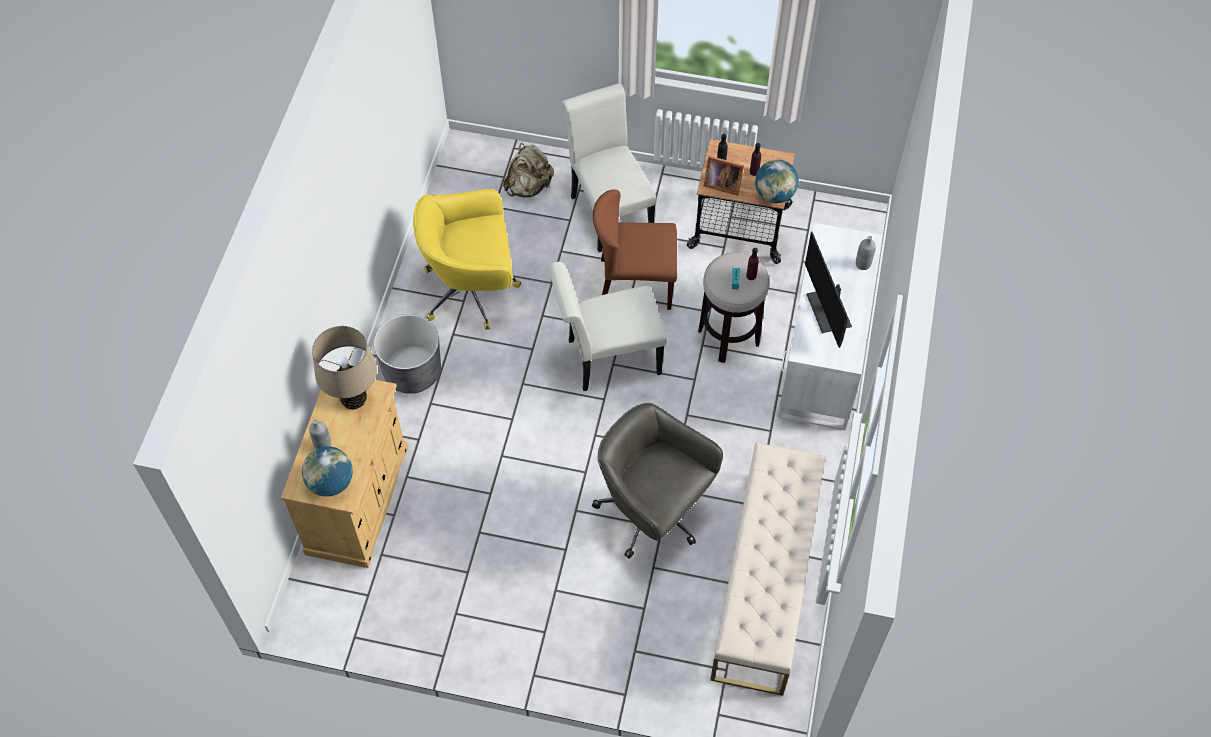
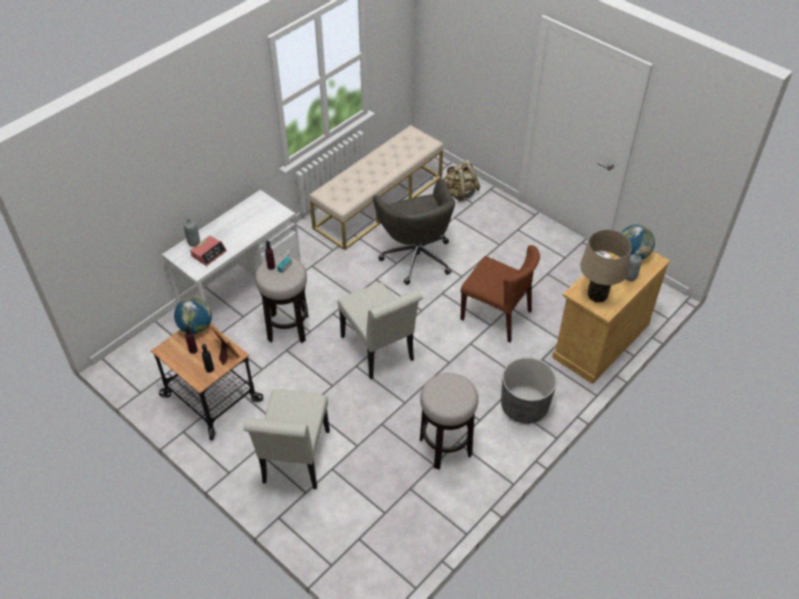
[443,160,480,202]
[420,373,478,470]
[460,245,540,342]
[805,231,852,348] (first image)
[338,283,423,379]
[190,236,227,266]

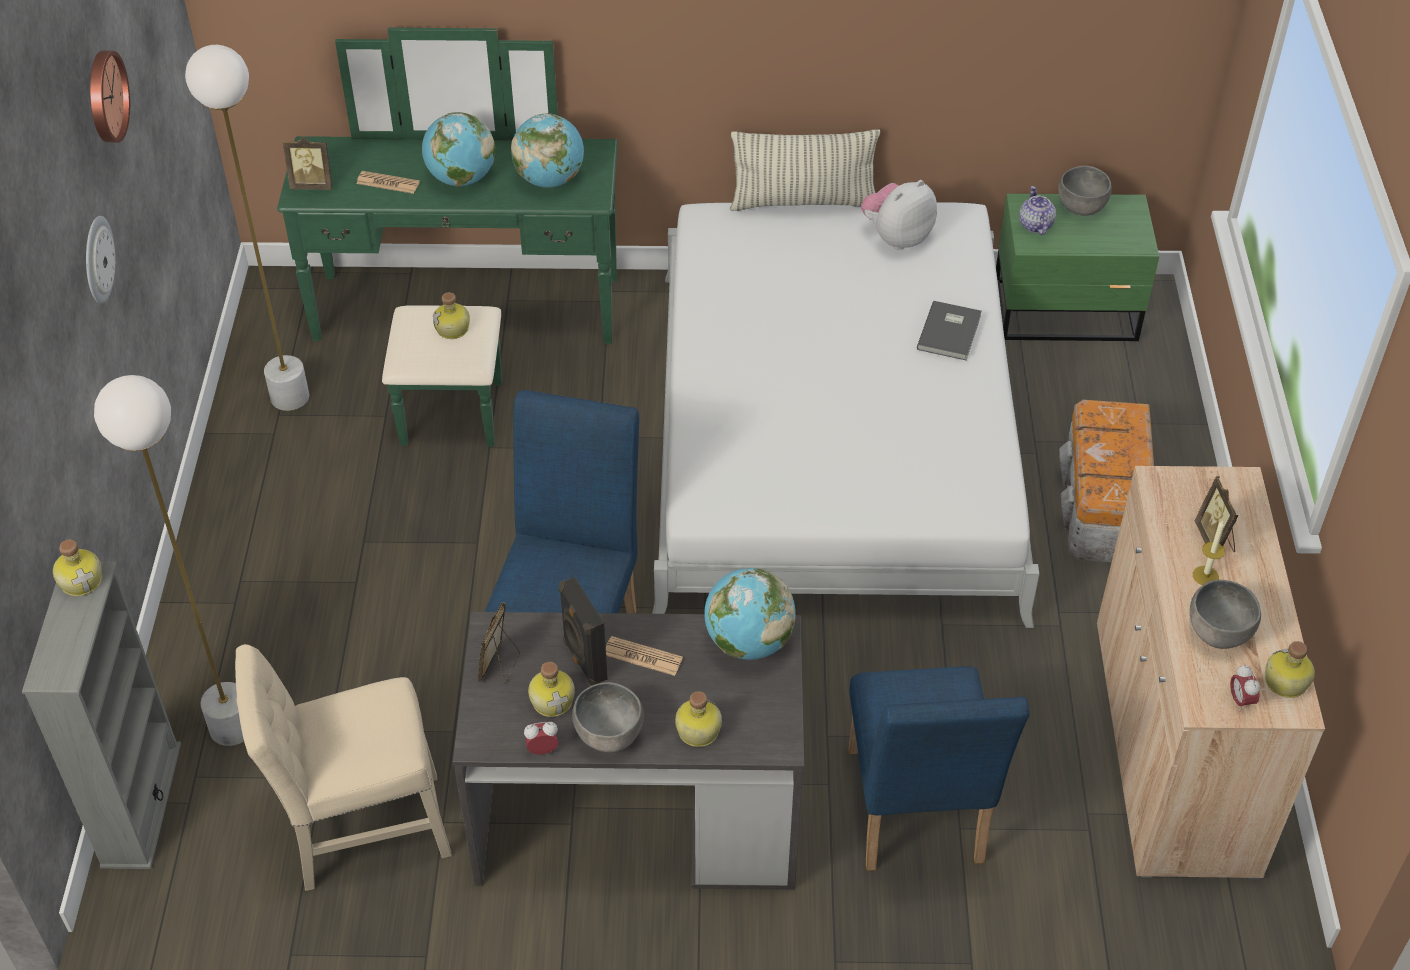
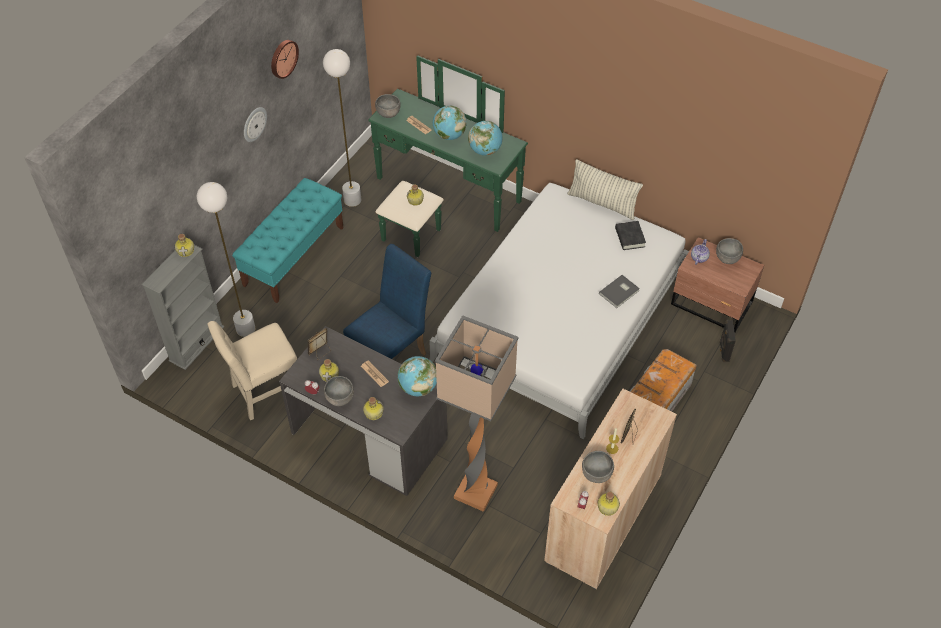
[375,94,401,118]
[615,221,646,250]
[671,237,764,332]
[720,320,736,362]
[208,321,297,420]
[435,315,519,512]
[232,178,344,303]

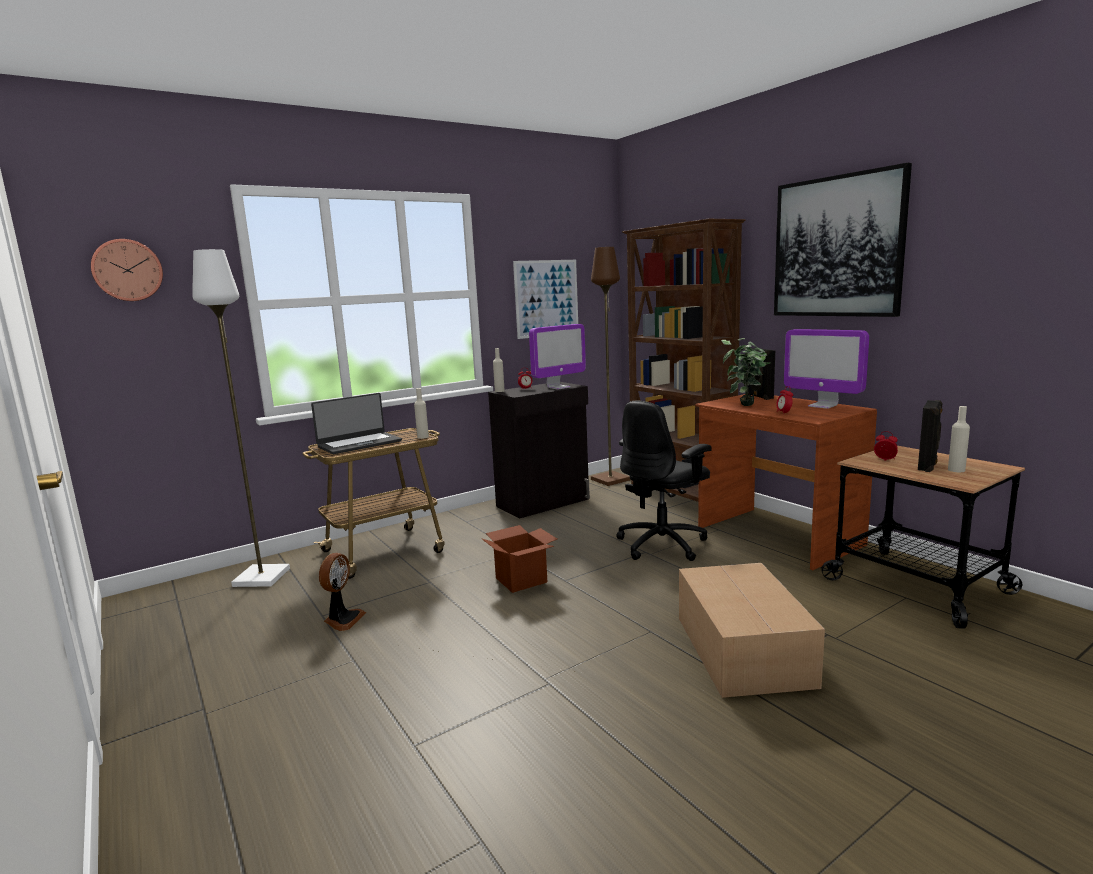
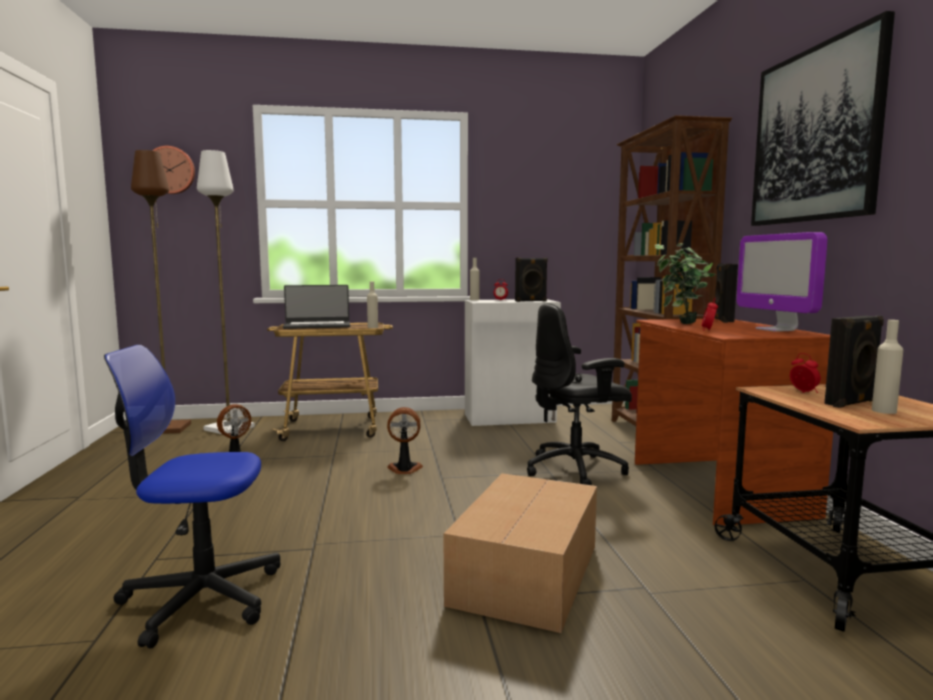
[131,150,191,434]
[513,260,578,339] (first image)
[515,257,548,302]
[465,299,561,426]
[387,407,423,474]
[104,345,280,648]

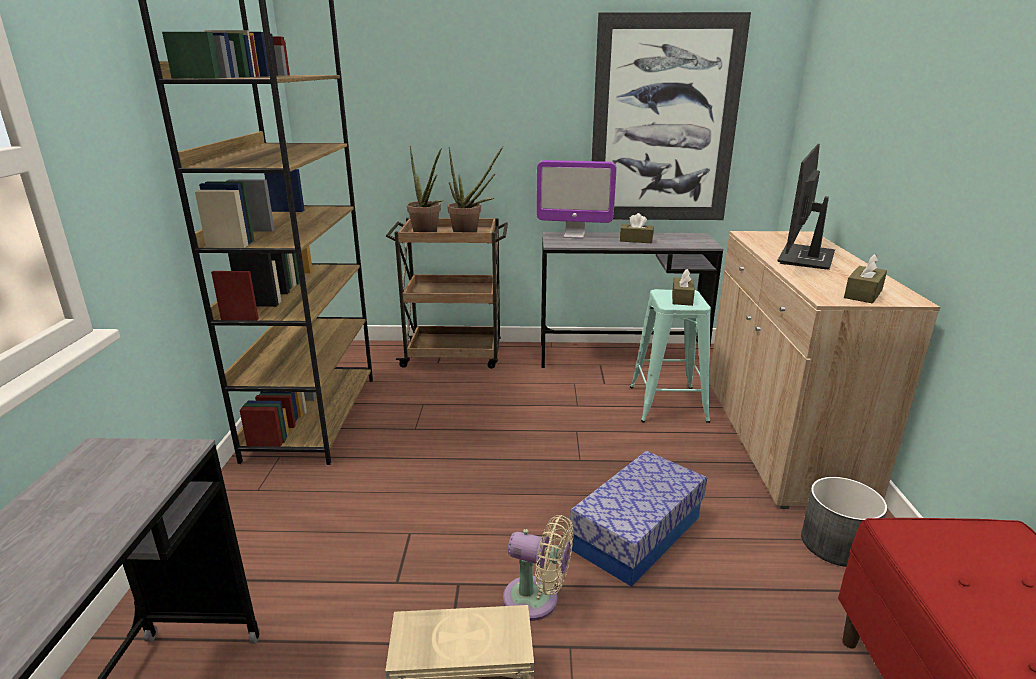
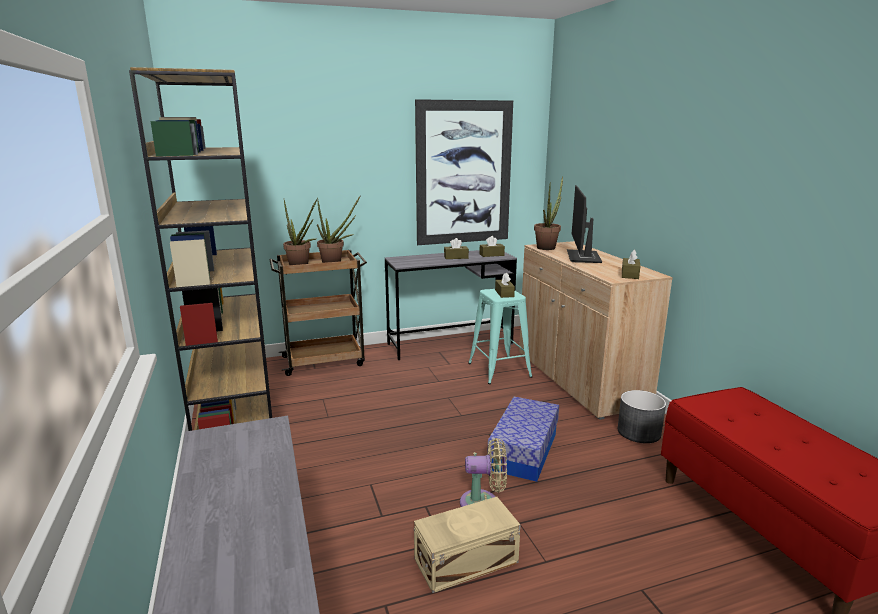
[536,160,616,239] (first image)
[534,176,563,250]
[479,236,505,257]

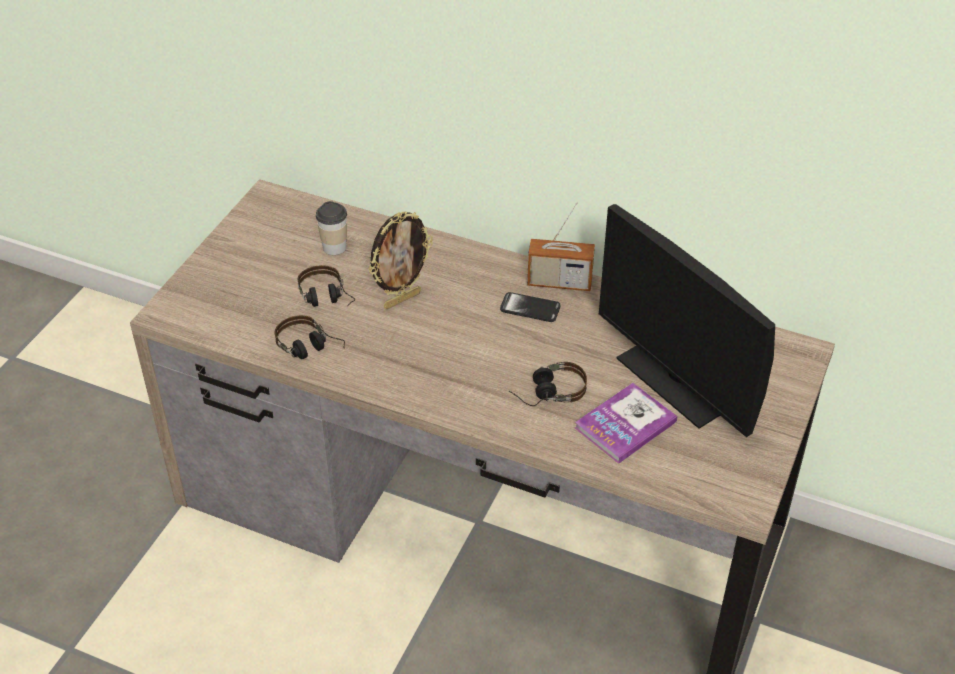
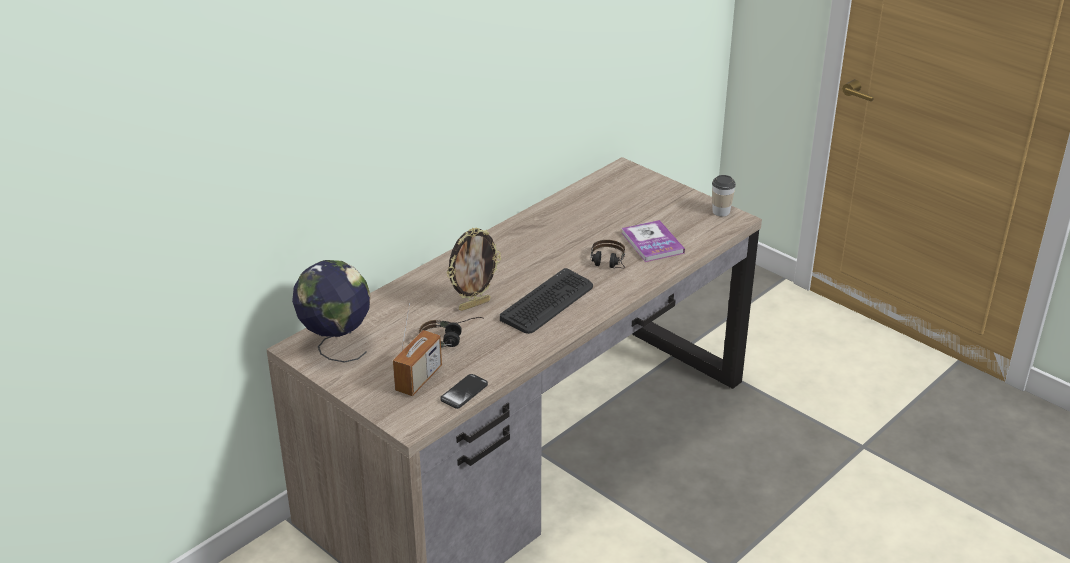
[712,175,736,217]
[393,303,442,396]
[599,204,775,437] (first image)
[447,228,501,311]
[440,374,488,409]
[275,315,345,359] (first image)
[292,260,371,363]
[500,268,593,334]

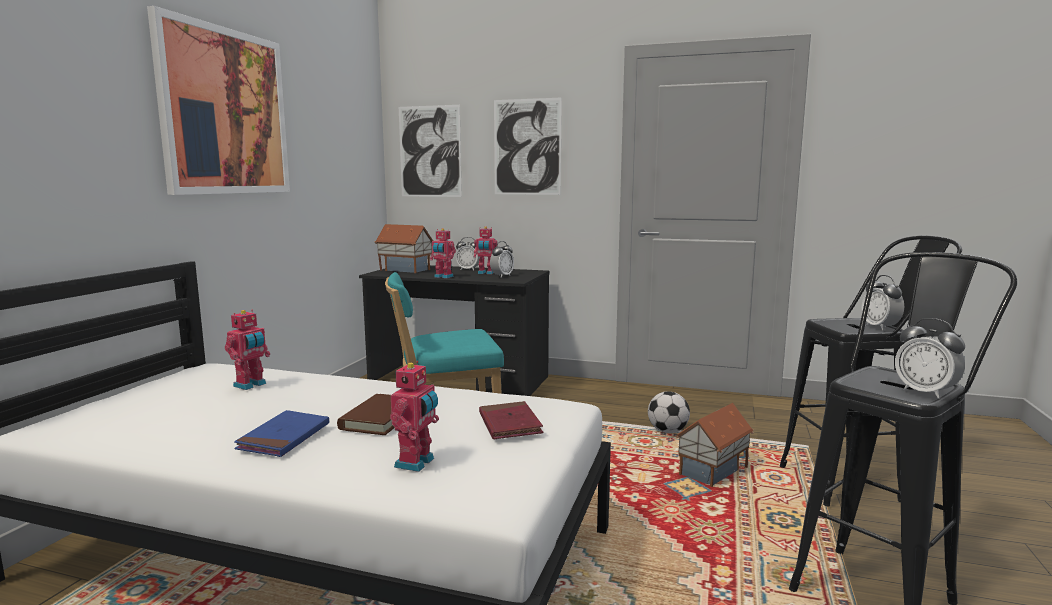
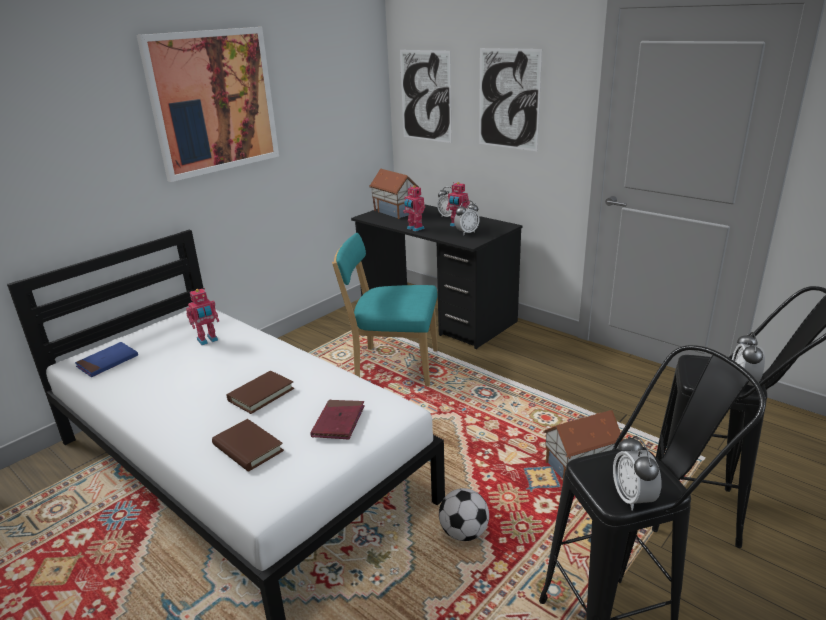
[212,419,284,472]
[439,488,489,541]
[75,342,138,377]

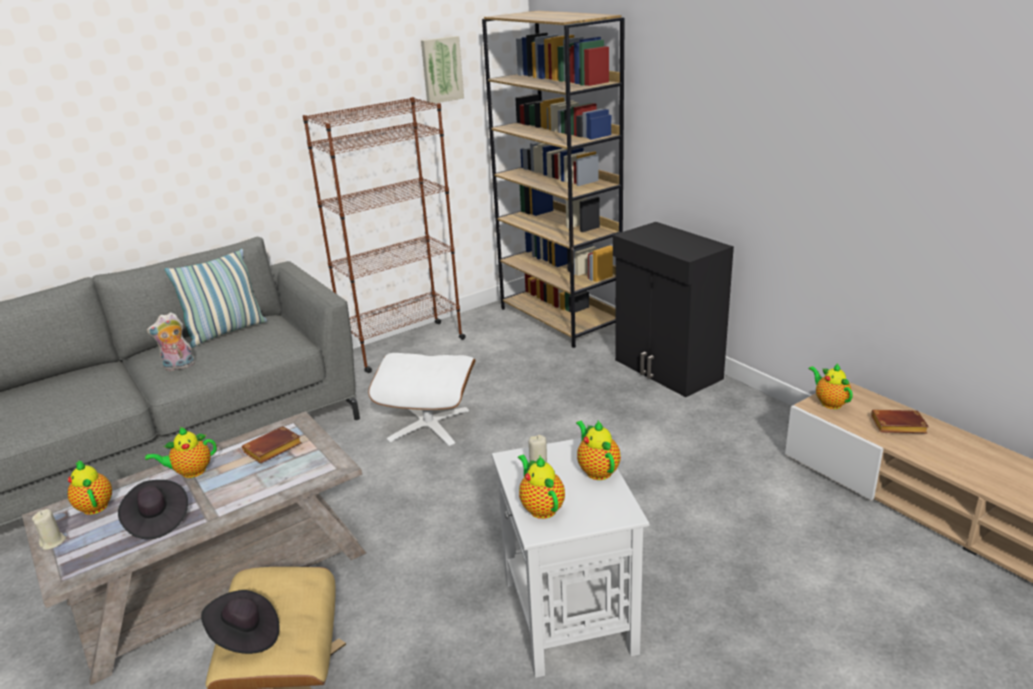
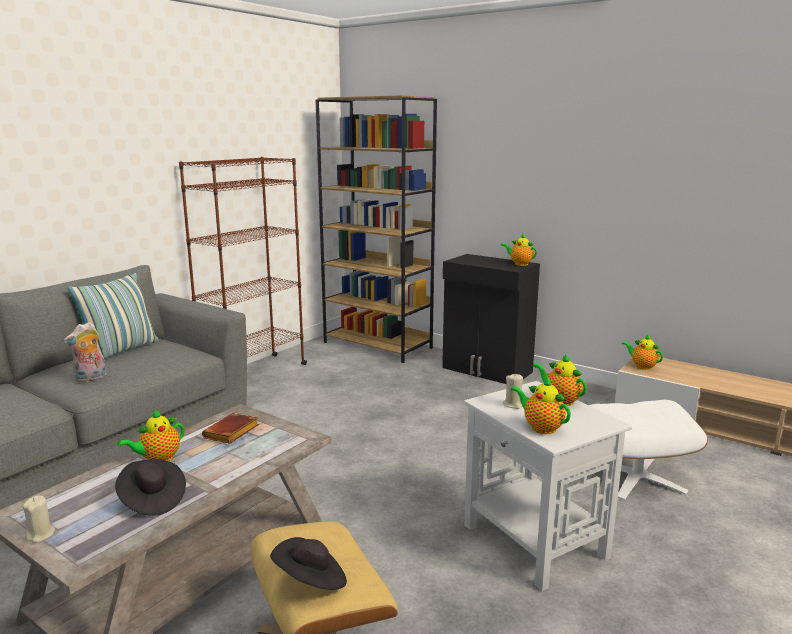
[421,36,464,104] (first image)
[589,400,708,500]
[871,410,929,434] (first image)
[501,234,537,266]

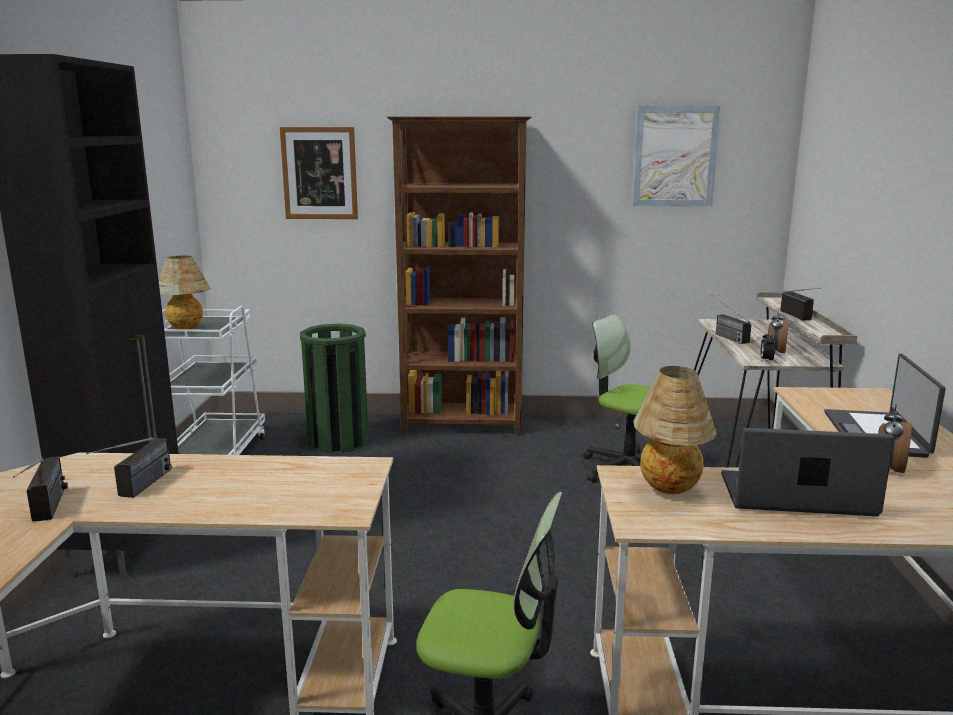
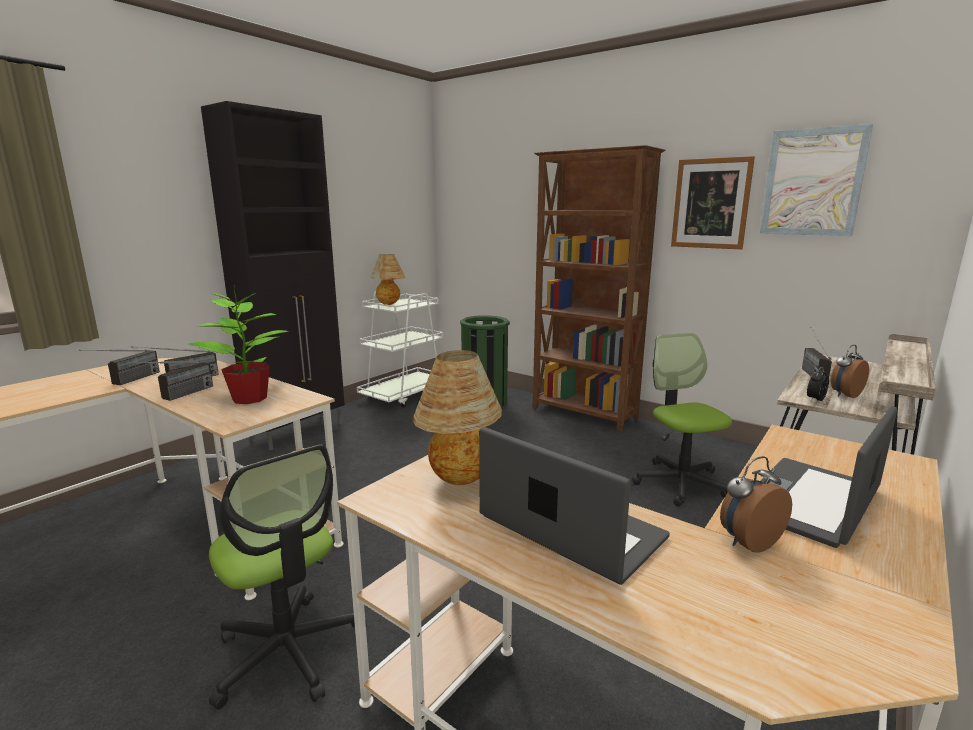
[671,156,755,249]
[127,361,213,401]
[187,284,289,404]

